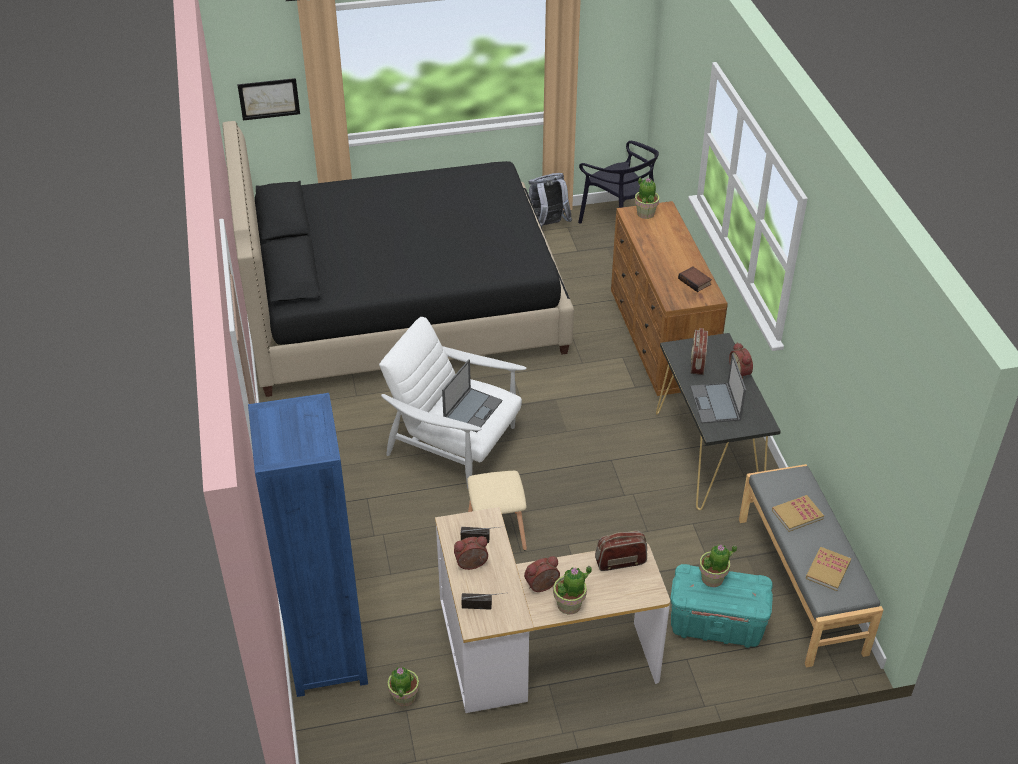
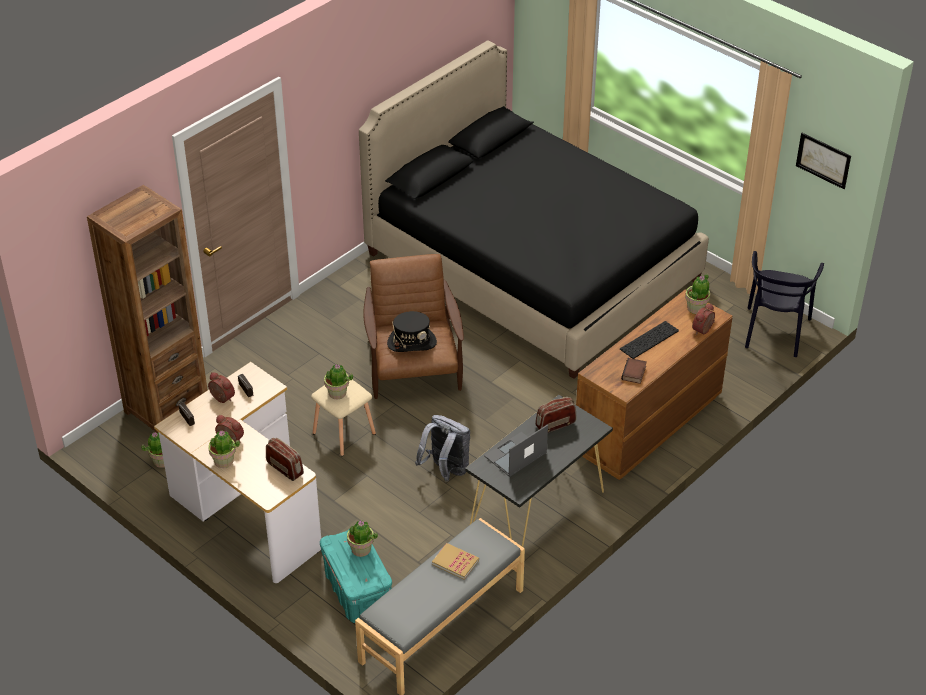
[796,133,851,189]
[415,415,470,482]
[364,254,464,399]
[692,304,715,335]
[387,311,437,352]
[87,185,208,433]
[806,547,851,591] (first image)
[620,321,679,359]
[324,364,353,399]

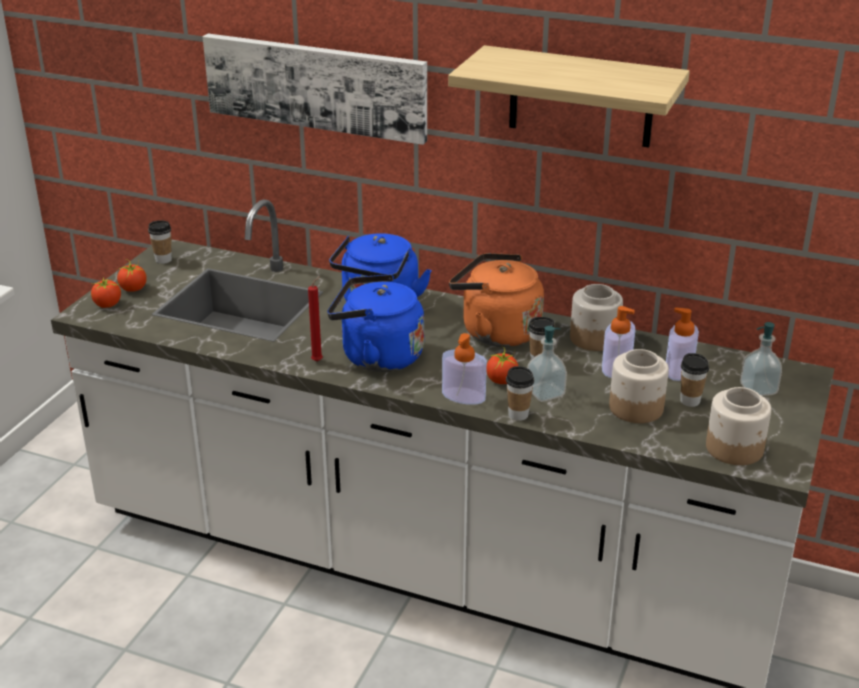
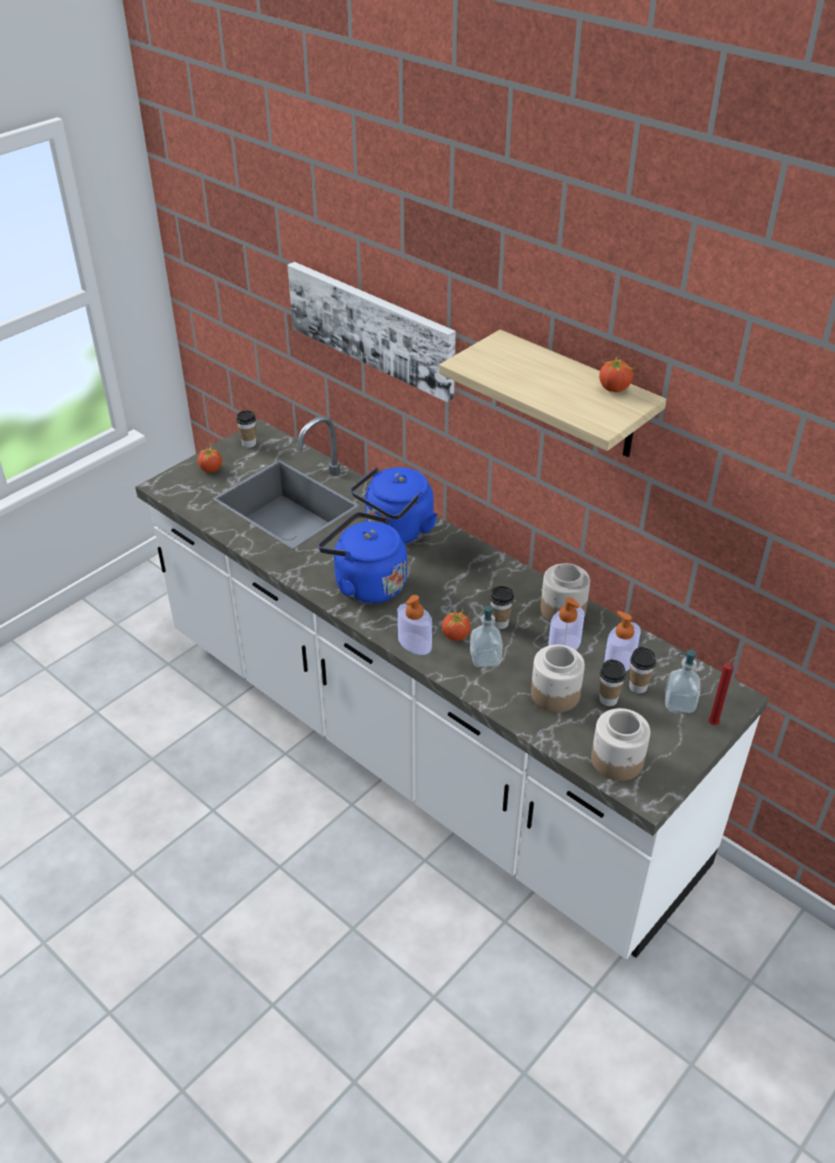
[449,253,544,347] (first image)
[708,656,739,725]
[599,358,633,392]
[629,647,656,693]

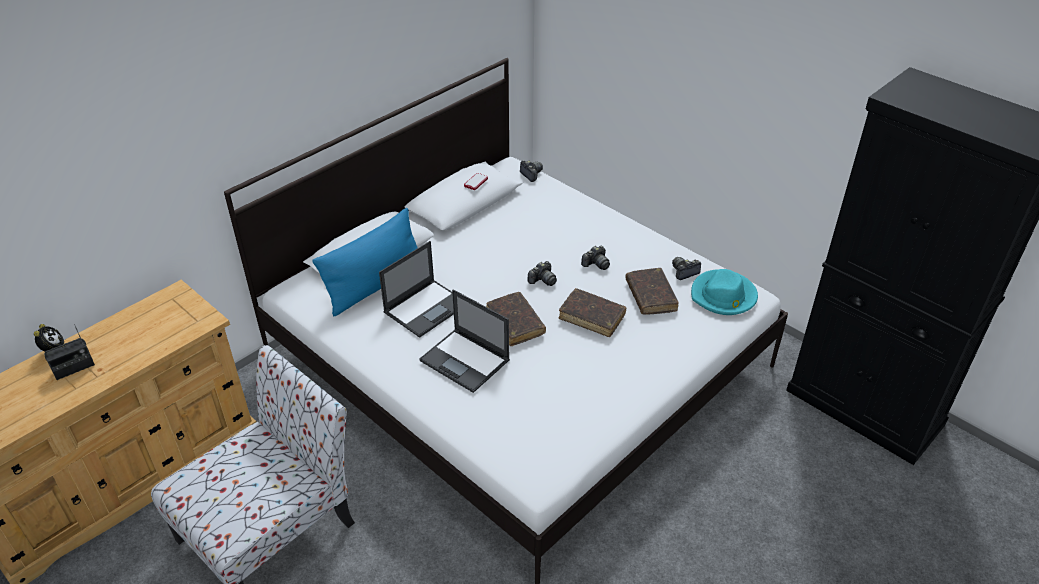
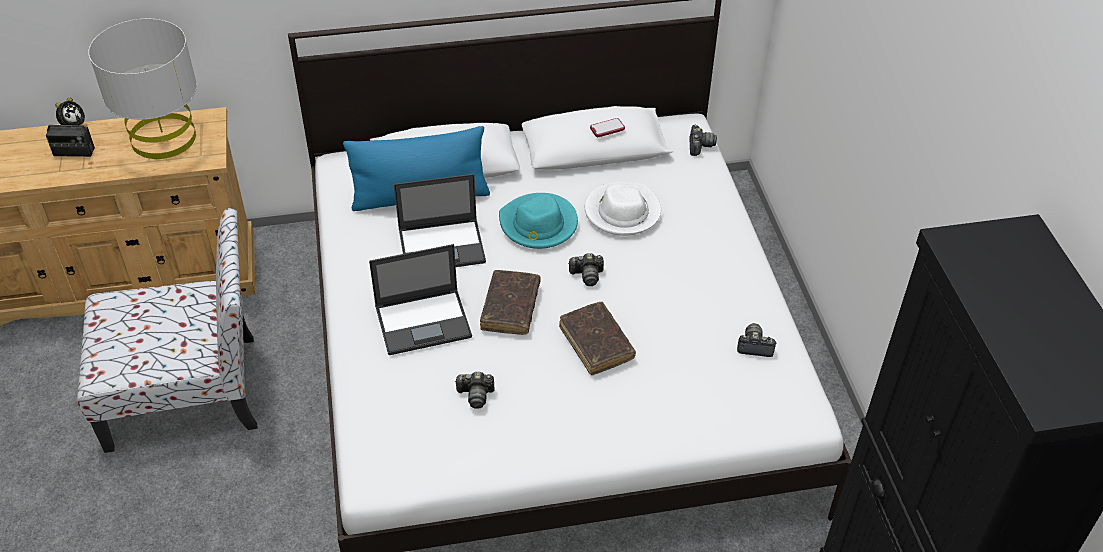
[455,372,495,409]
[626,268,678,315] (first image)
[499,193,578,249]
[369,244,472,355]
[89,18,197,159]
[585,181,661,236]

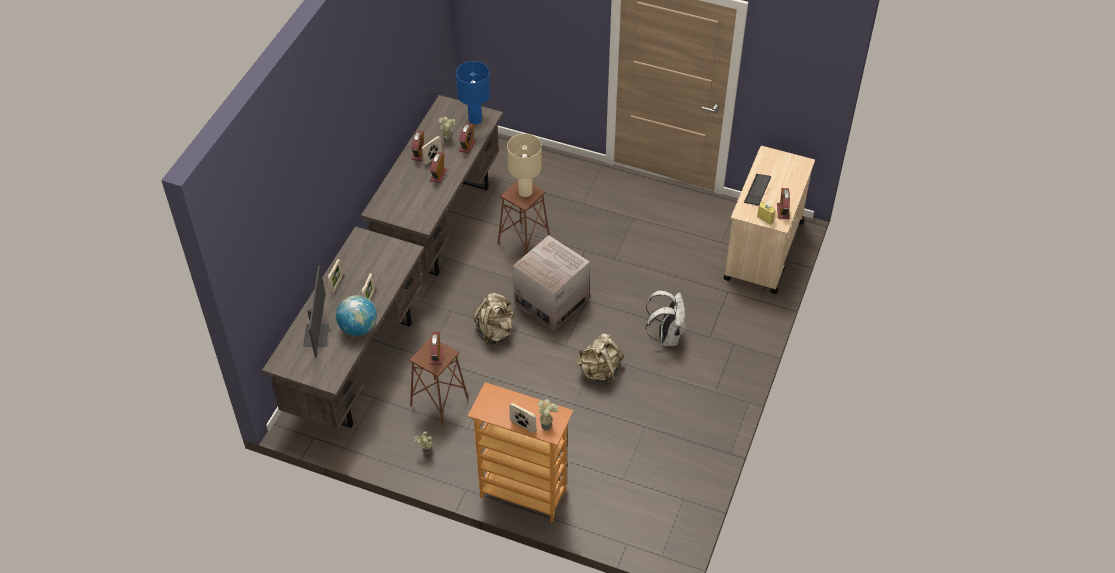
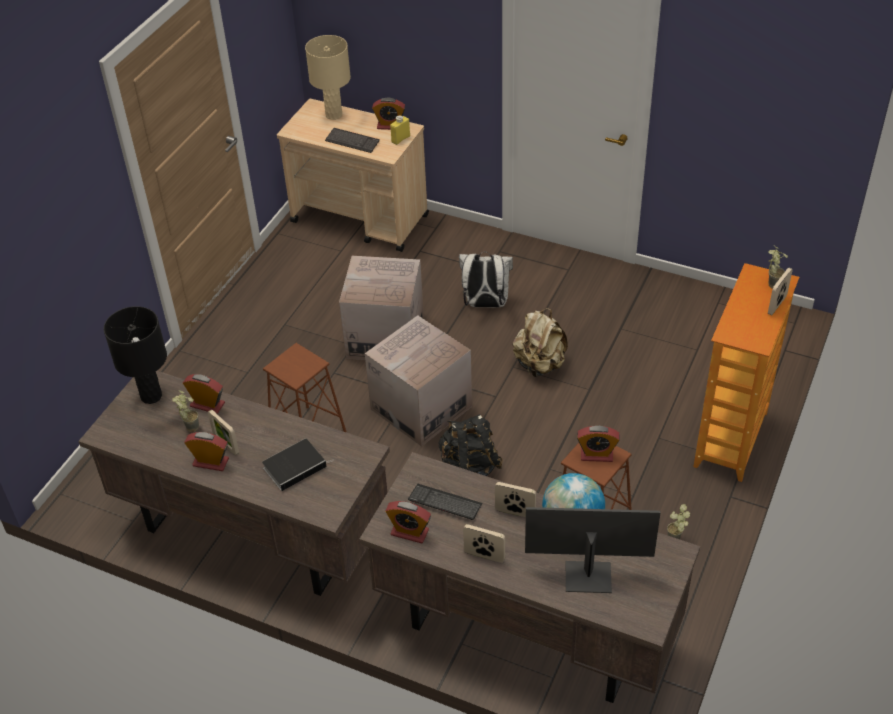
[104,306,167,404]
[305,35,351,120]
[385,501,431,543]
[438,414,503,476]
[339,256,424,360]
[262,438,334,491]
[408,484,483,520]

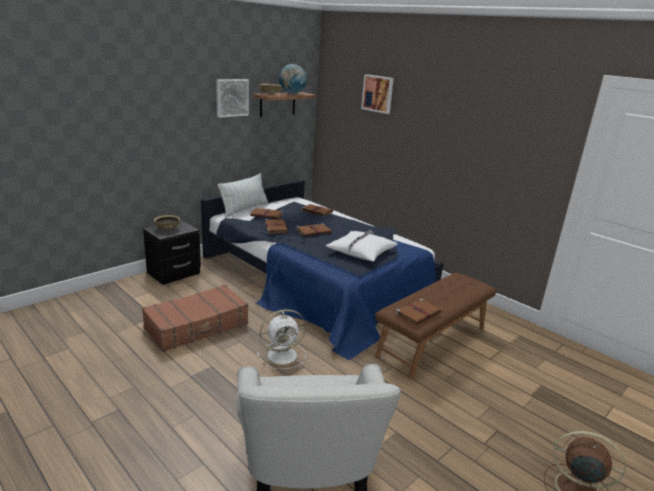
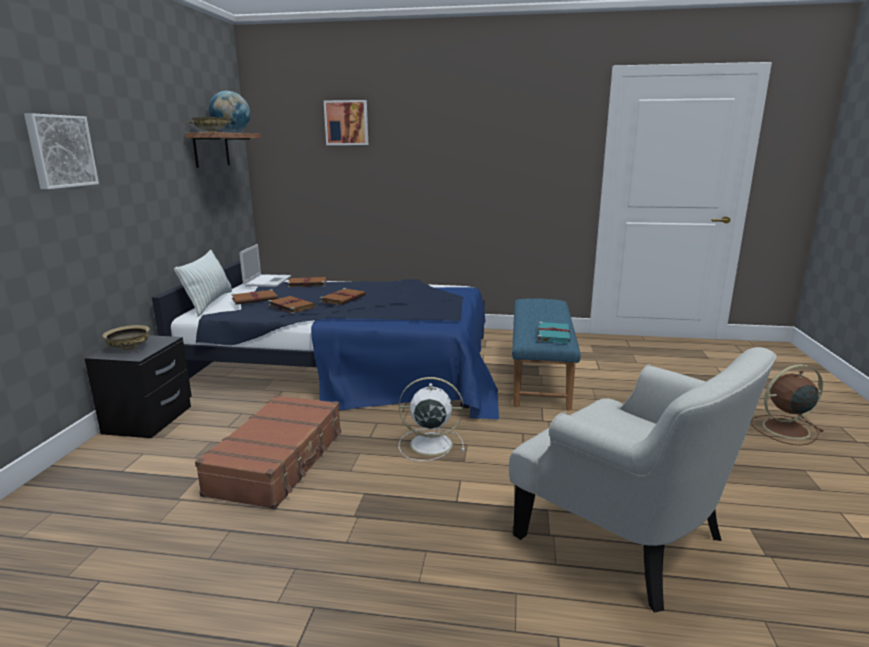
[24,113,99,189]
[325,230,398,262] (first image)
[512,299,581,411]
[537,322,571,344]
[399,377,465,461]
[239,244,291,287]

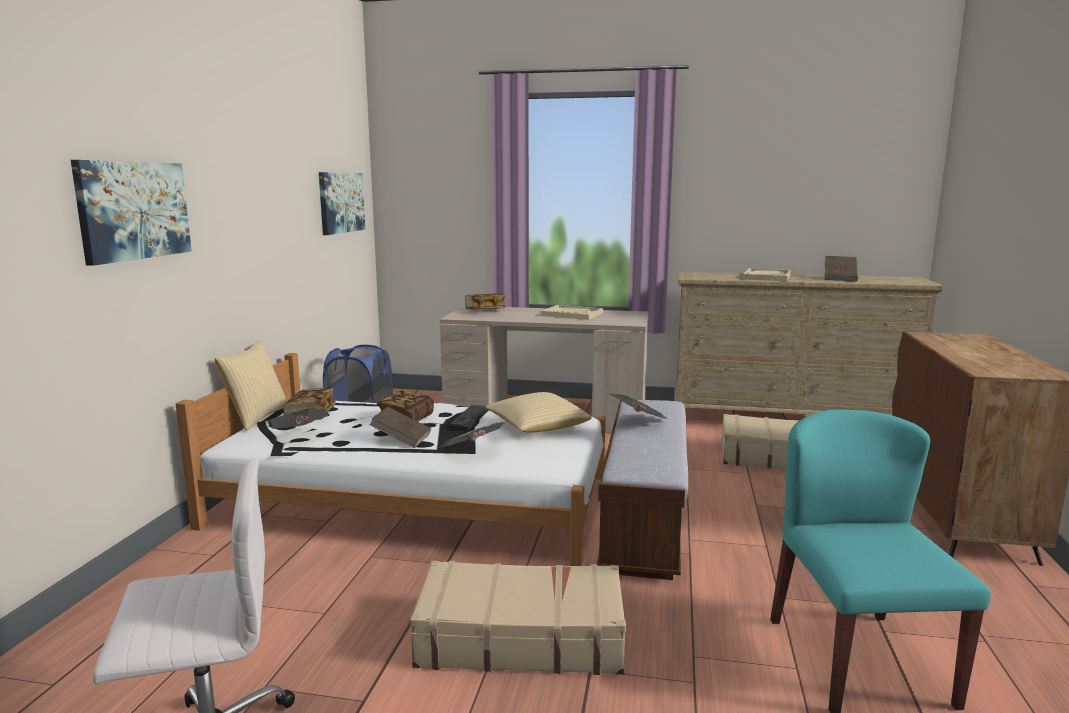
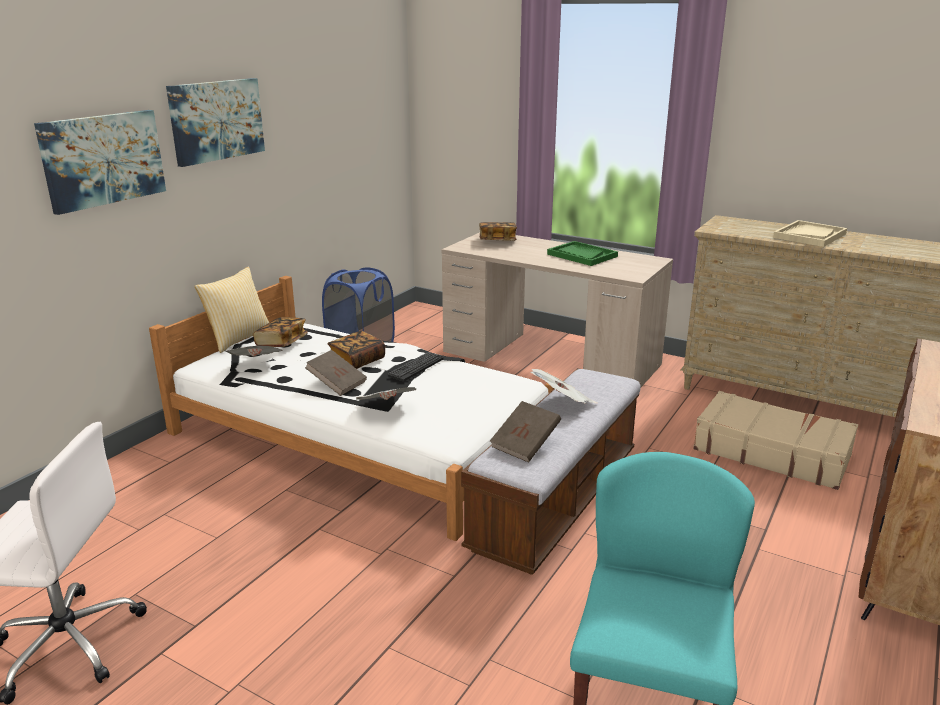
[166,78,265,167]
[490,401,561,463]
[547,241,618,266]
[485,392,591,433] (first image)
[410,561,626,675] (first image)

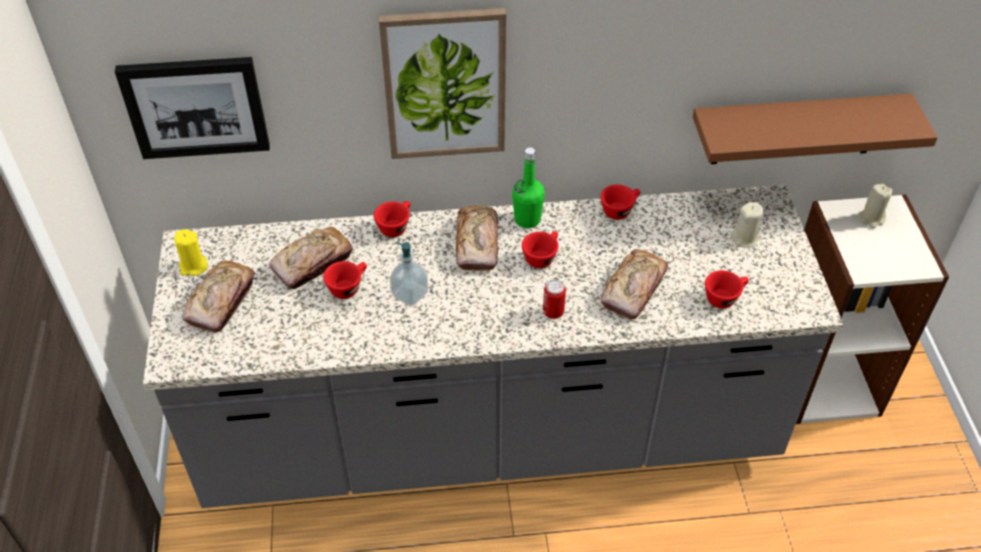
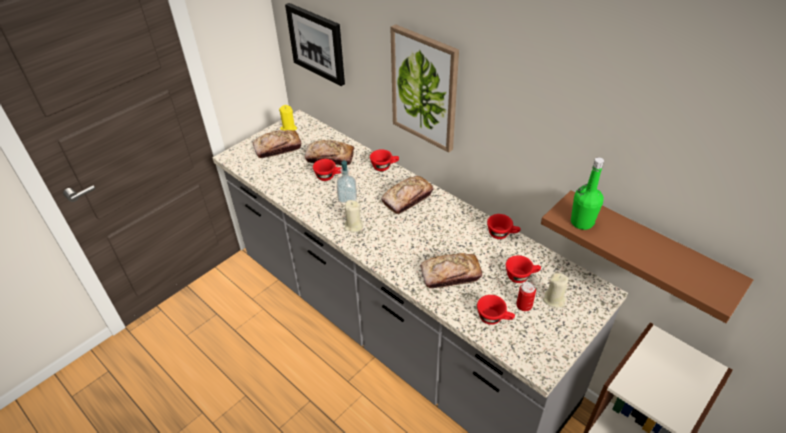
[571,157,604,230]
[344,200,363,232]
[506,255,541,283]
[516,282,536,311]

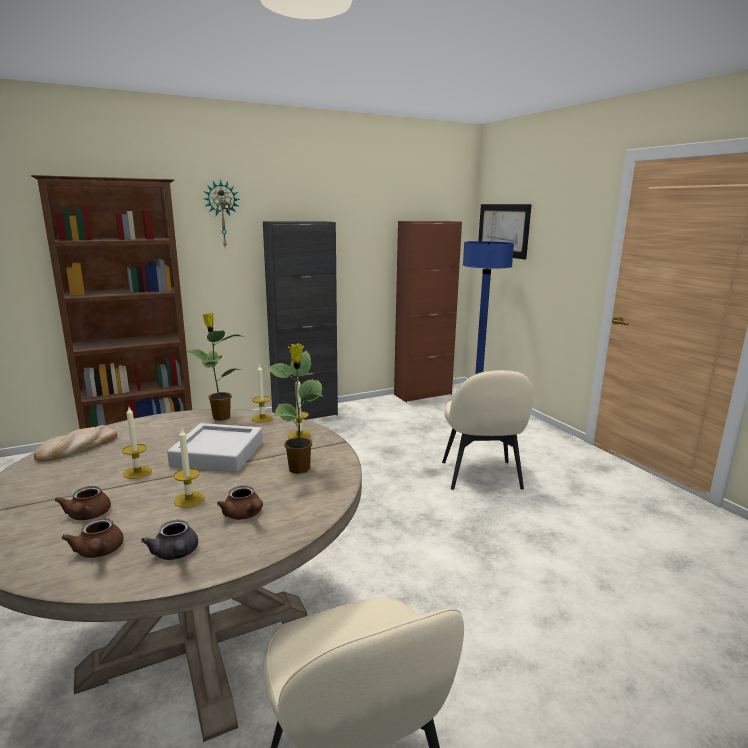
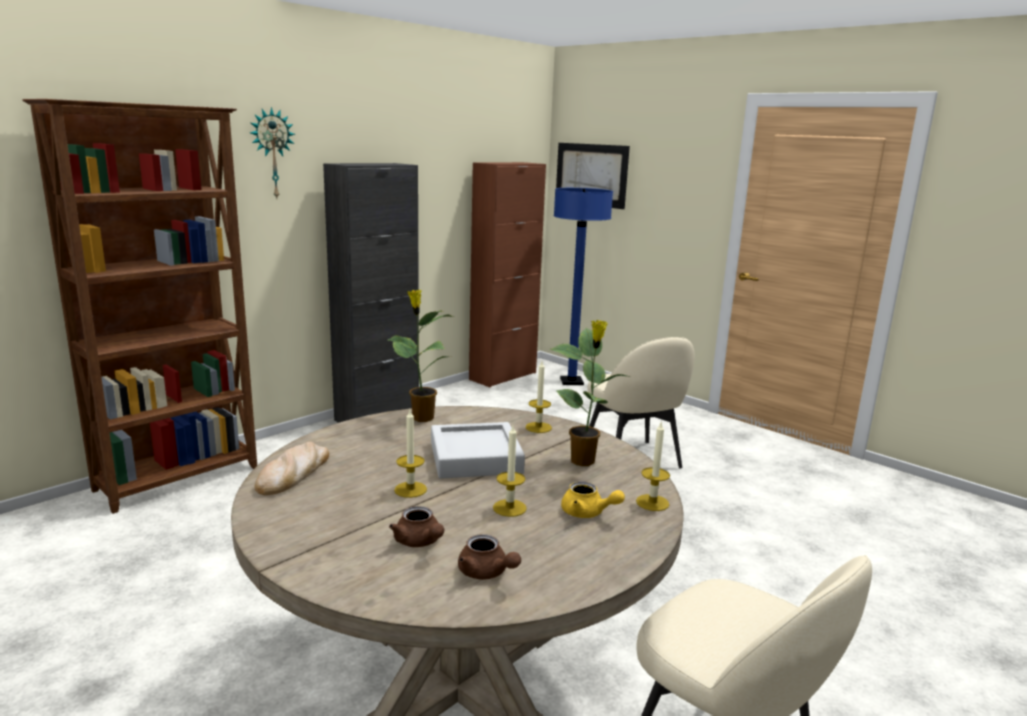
[636,423,670,511]
[561,481,625,518]
[141,520,198,560] (first image)

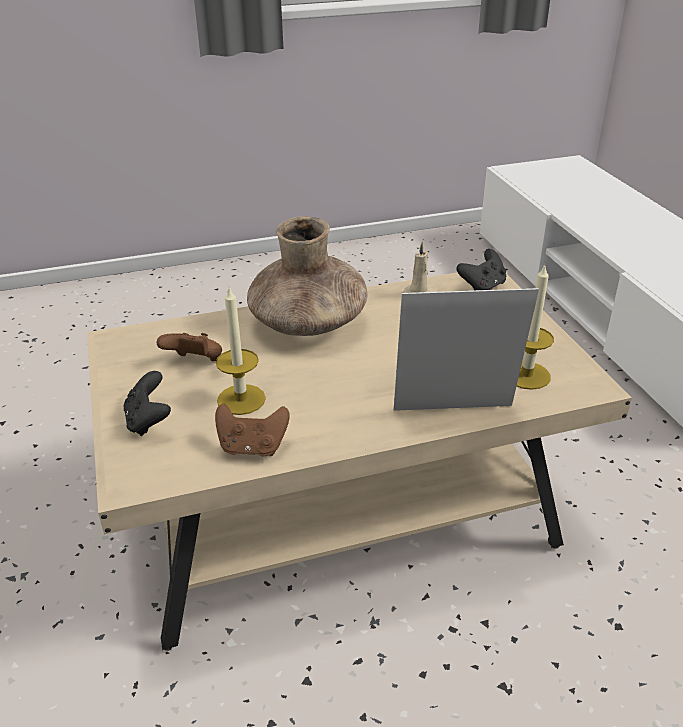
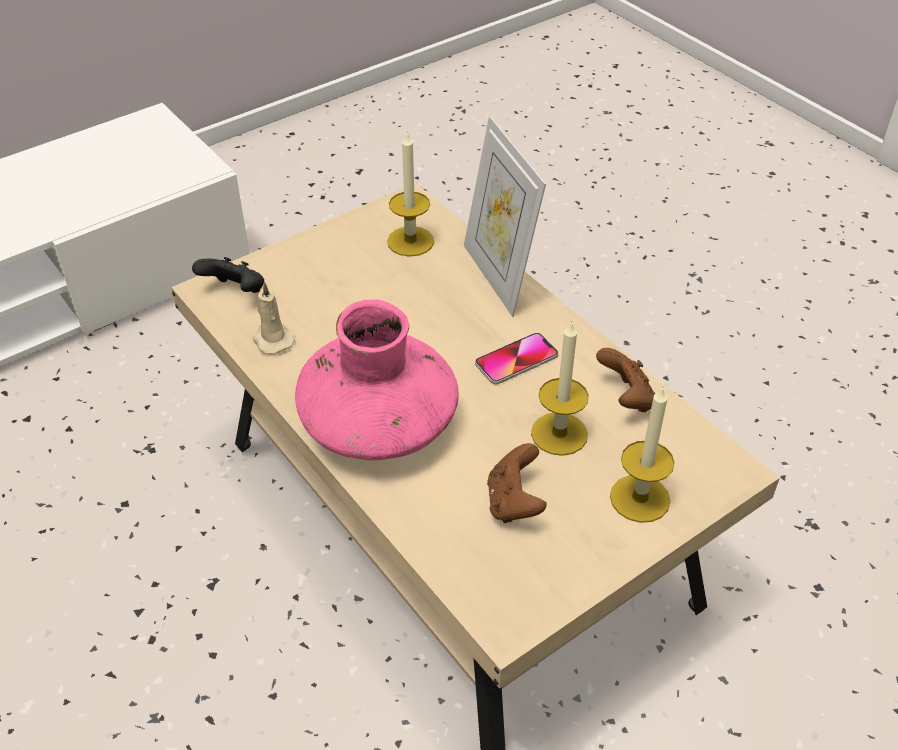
[295,300,458,460]
[610,386,675,523]
[475,333,558,384]

